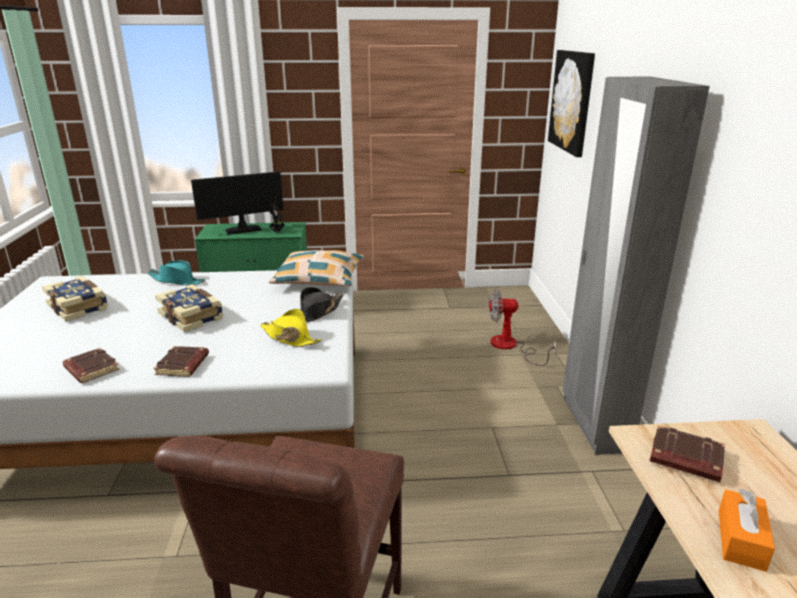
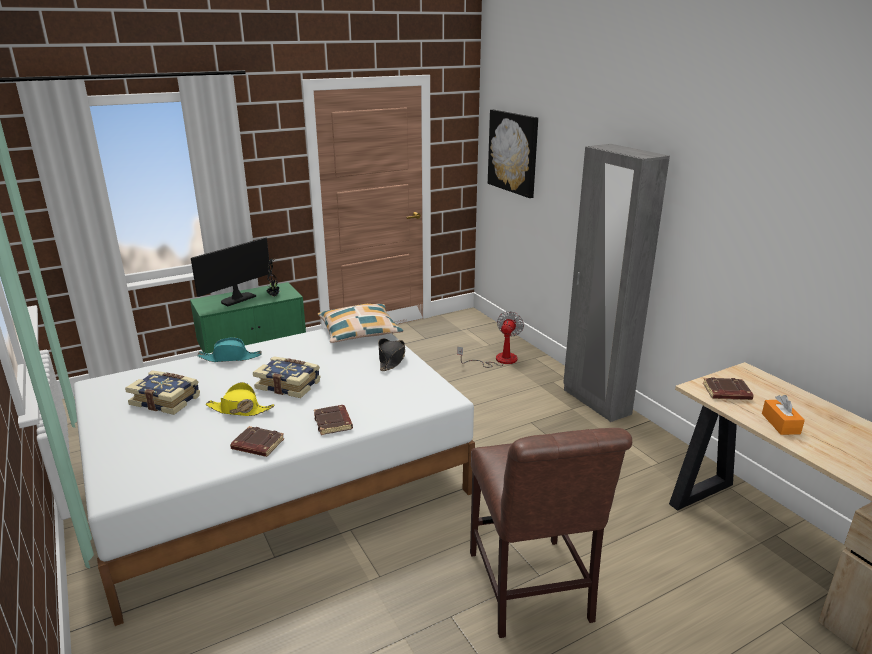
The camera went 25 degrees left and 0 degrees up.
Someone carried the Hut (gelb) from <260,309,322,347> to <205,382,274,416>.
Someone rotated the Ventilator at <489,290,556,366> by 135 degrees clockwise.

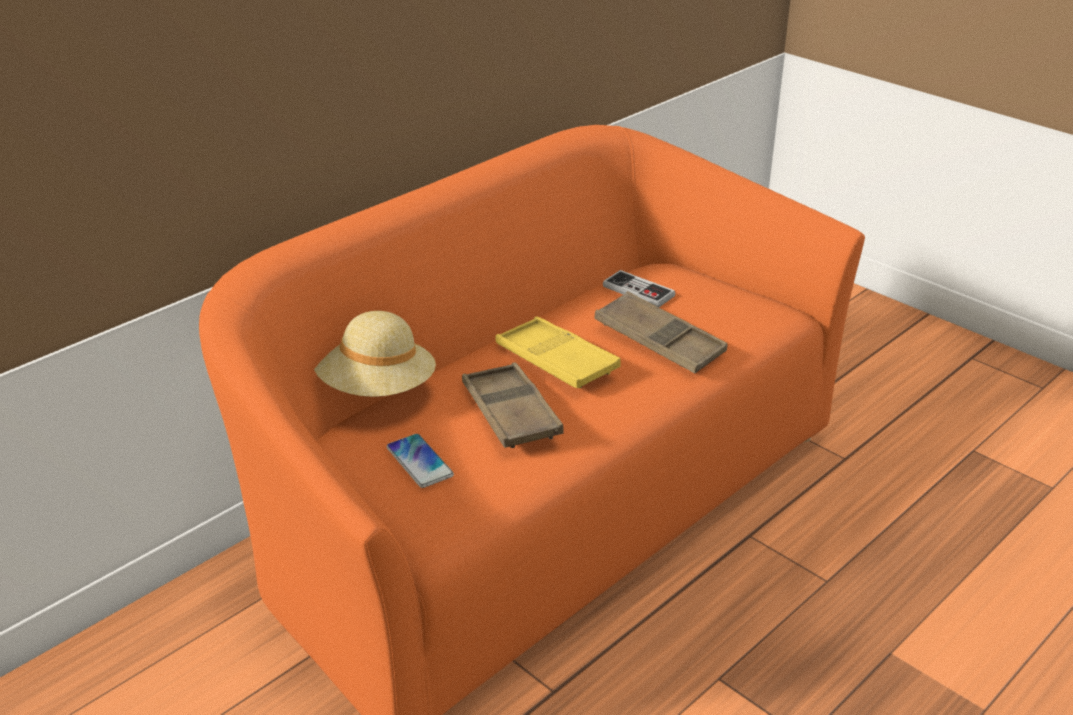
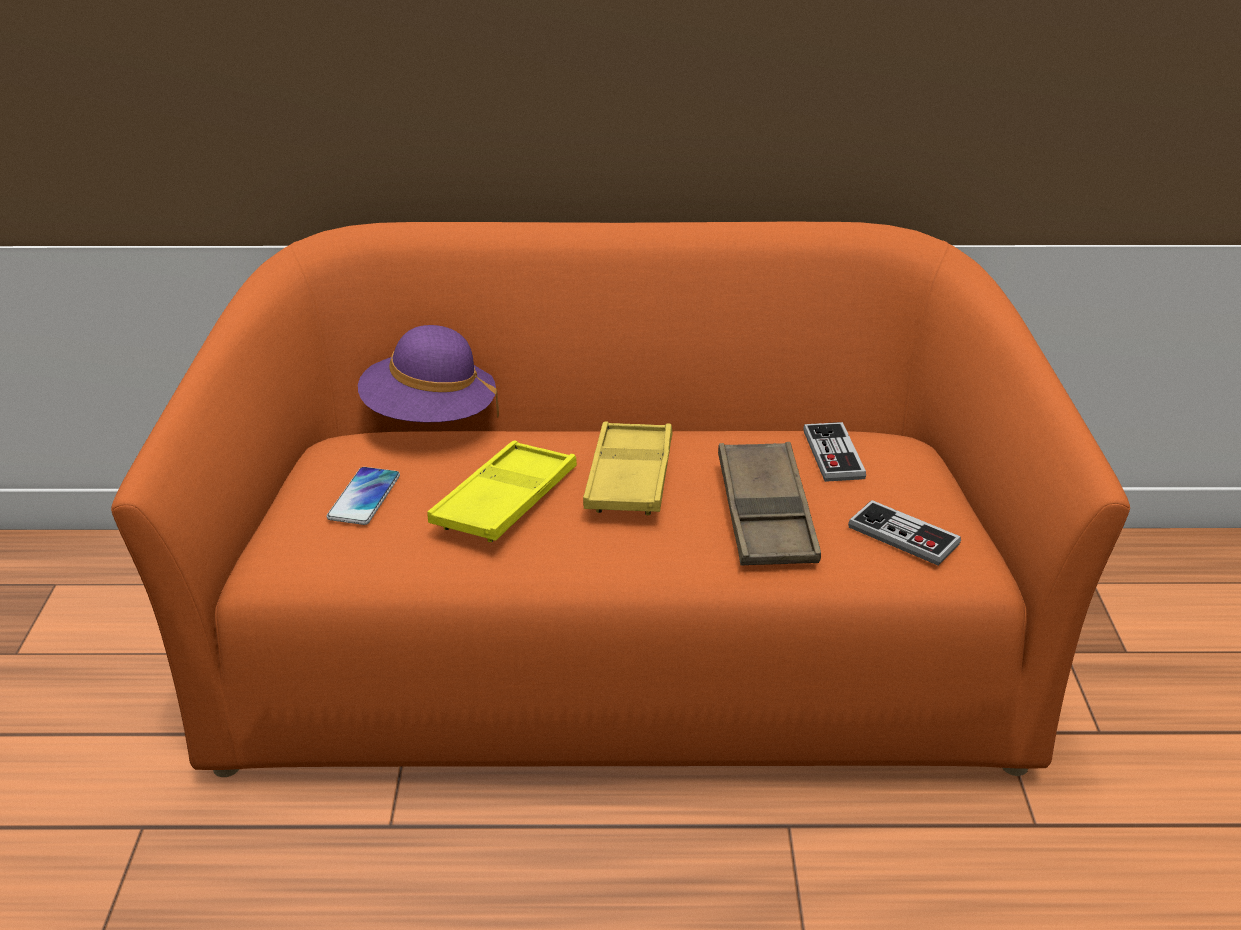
The camera went 45 degrees right and 0 degrees up.
Someone repainted the Hut (beige) at <314,311,436,397>, which became the Hut (lila) at <358,325,499,422>.
Someone repainted the Tablett (braun) at <462,362,563,448>, which became the Tablett (gelb) at <427,440,577,542>.
Someone put down the Gamepad at <848,500,961,566>.

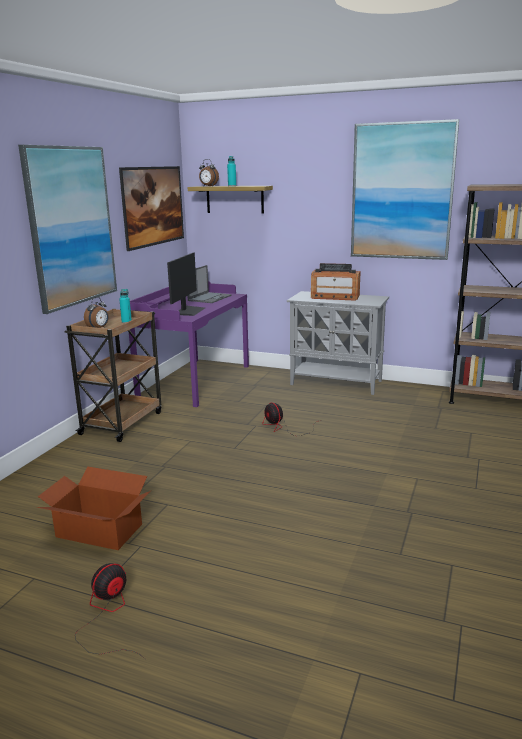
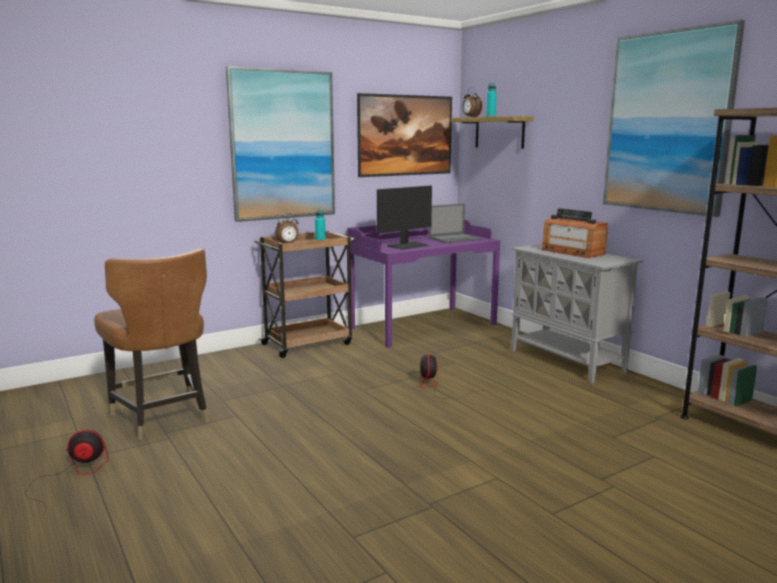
The camera went 35 degrees right and 5 degrees down.
Someone swapped the Karton at <37,466,151,550> for the Stuhl (braun) at <94,248,209,440>.

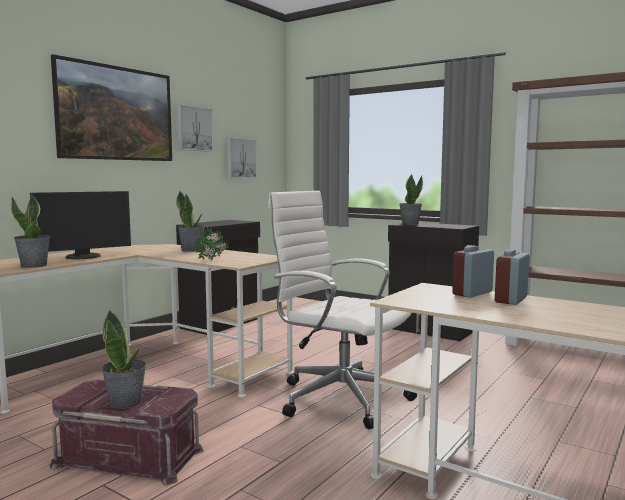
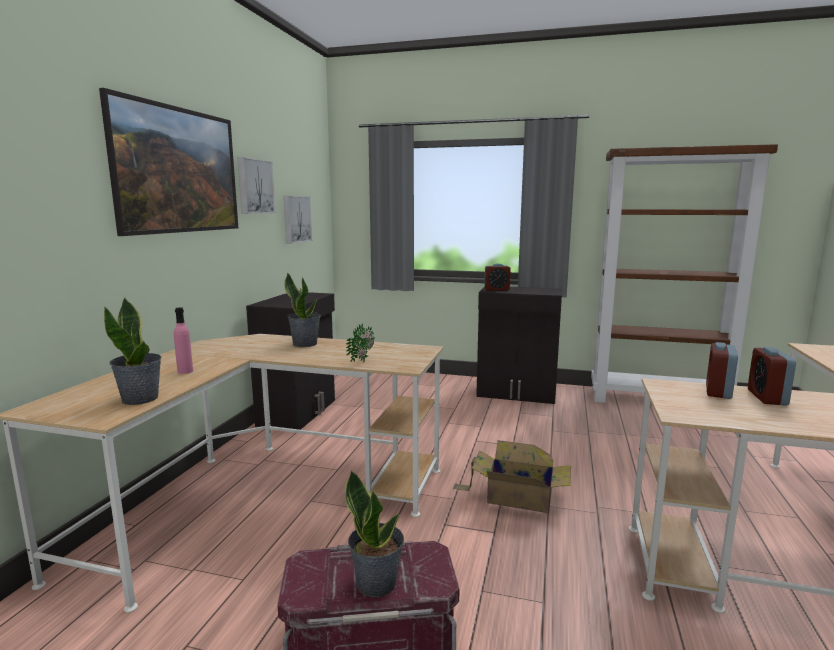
The camera went 20 degrees left and 5 degrees up.
Someone swapped the Monitor at <30,191,131,259> for the Flasche (rosa) at <174,307,193,374>.
Someone swapped the Bürostuhl (weiß) at <268,191,417,429> for the Karton at <453,440,571,513>.
Someone swapped the Topfpflanze at <400,174,423,225> for the Wecker at <484,263,511,291>.

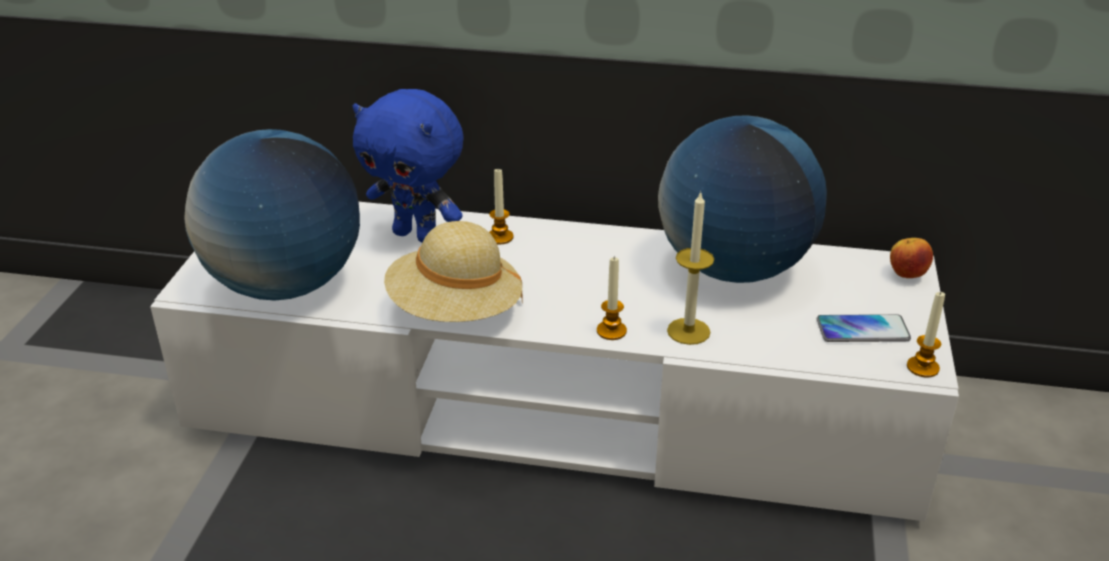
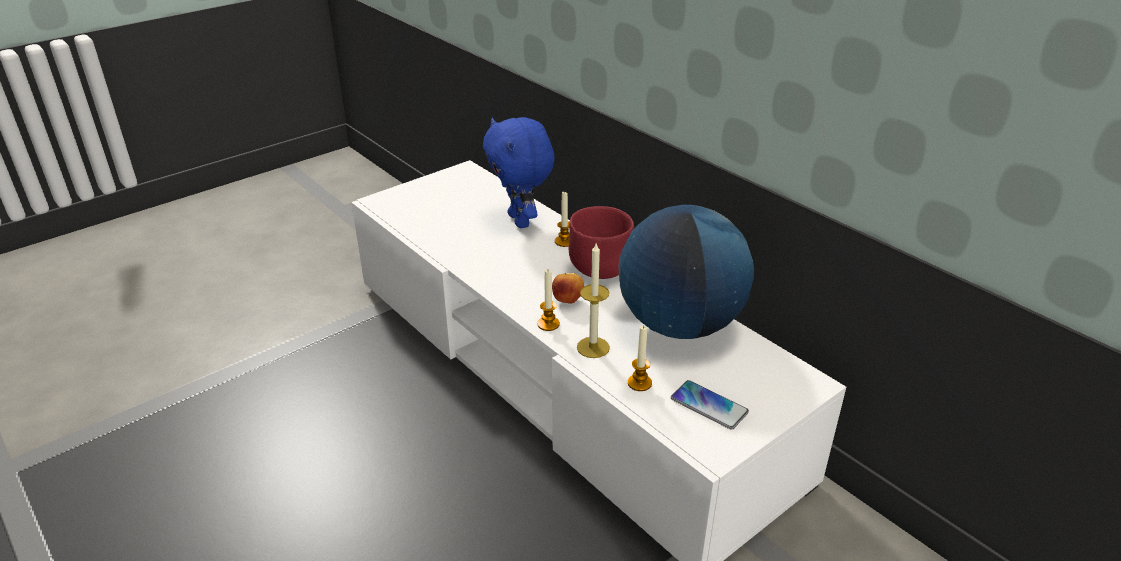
The camera went 40 degrees right and 0 degrees up.
Someone carried the Apfel from <890,238,933,278> to <552,273,584,304>.
Someone put down the Schüssel (rot) at <569,206,634,279>.
Someone carried the Kerze from <907,292,945,378> to <628,325,652,391>.
Someone took away the Globus at <184,129,360,301>.
Someone took away the Hut (beige) at <384,221,523,322>.

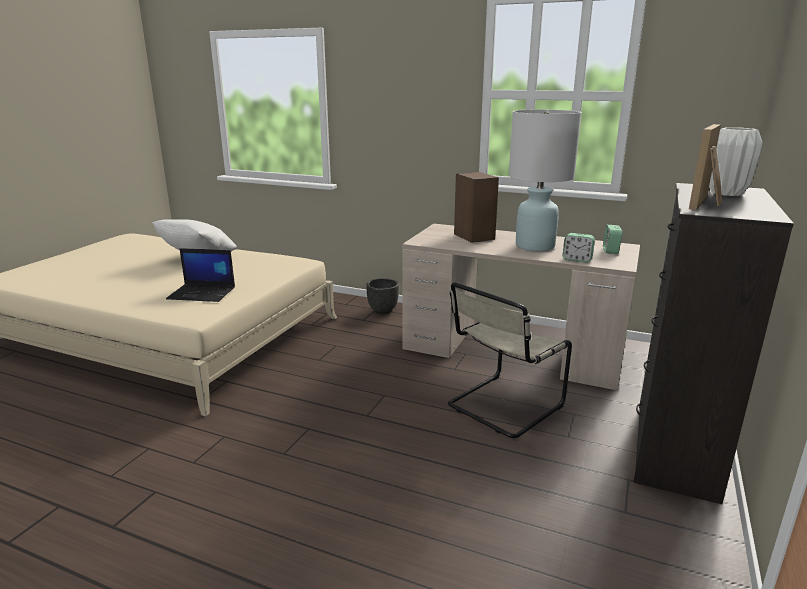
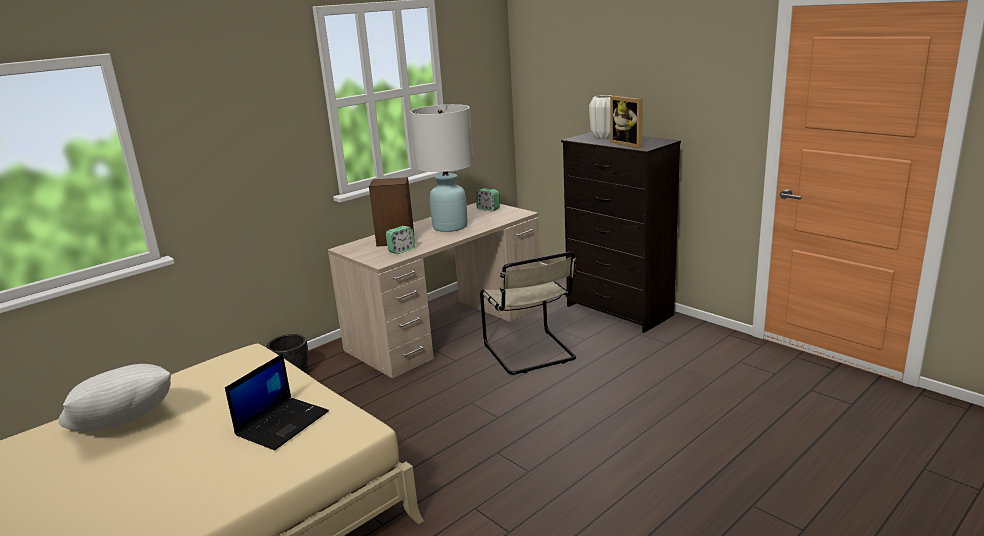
The camera went 65 degrees left and 0 degrees up.
Someone carried the Wecker from <563,233,595,262> to <386,226,415,254>.

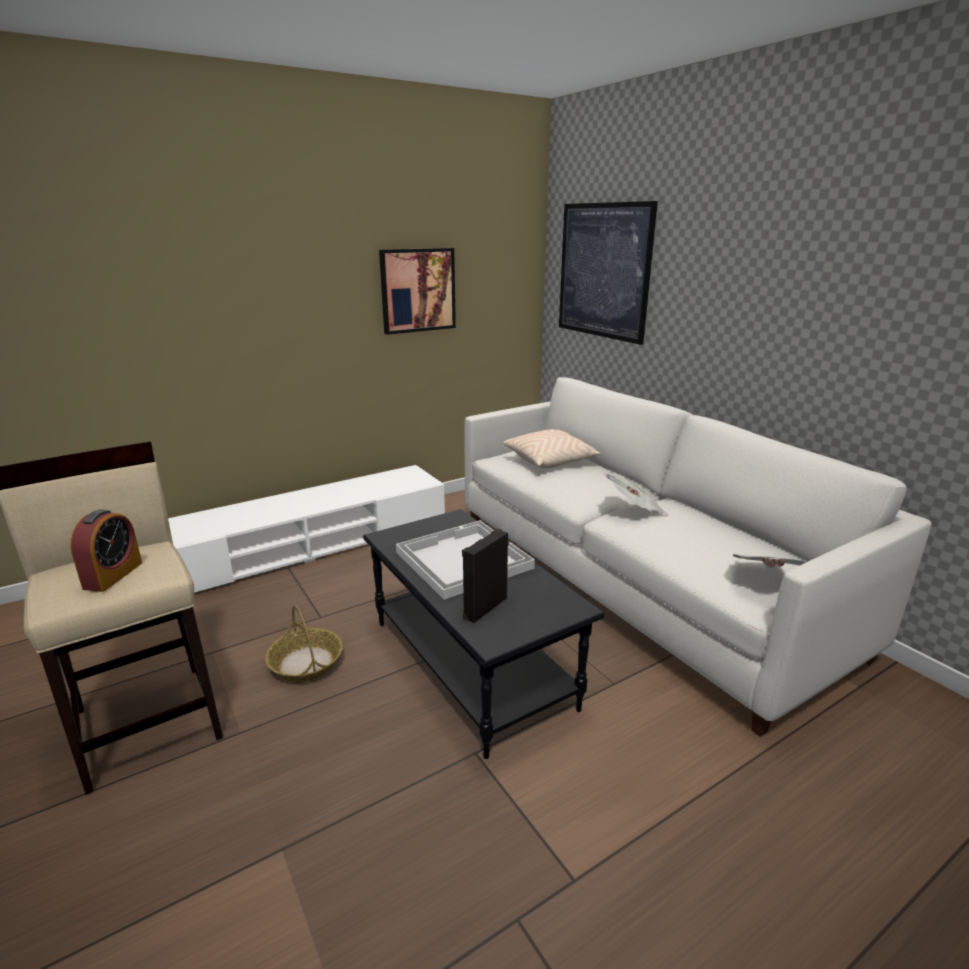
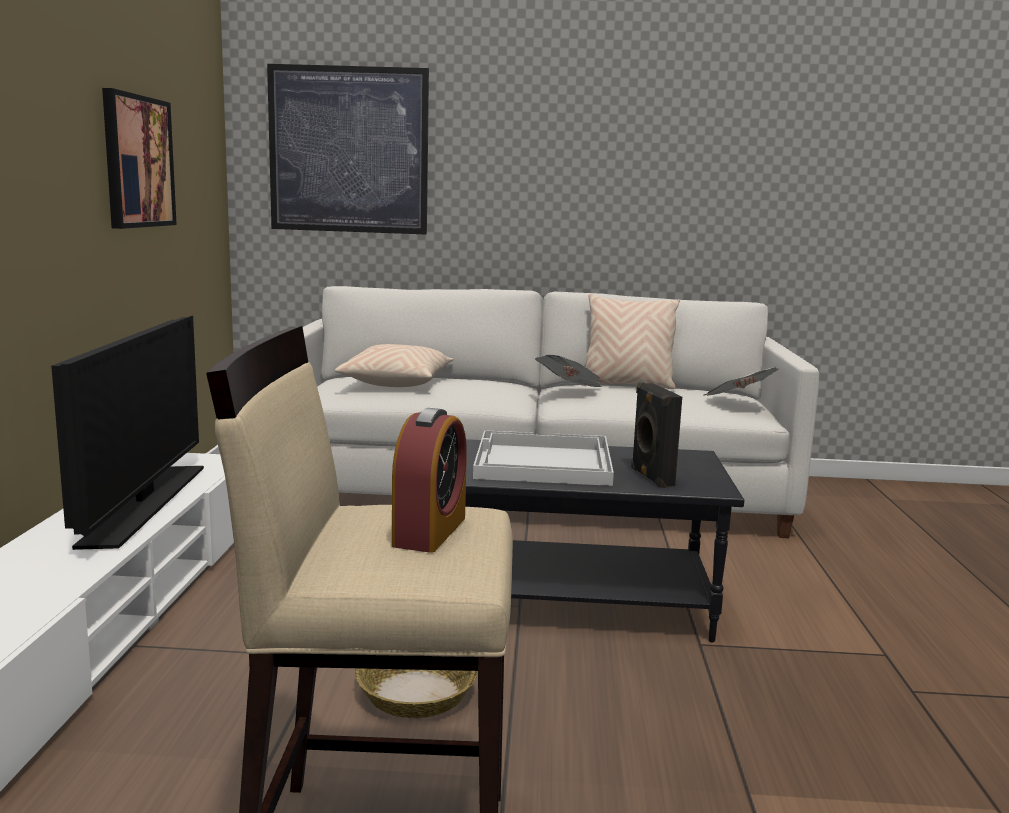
The camera went 55 degrees left and 10 degrees down.
Someone put down the Fernseher at <51,316,204,550>.
Someone rotated the Wecker at <70,510,142,592> by 60 degrees clockwise.
Someone put down the Kissen (beige) at <581,294,680,389>.

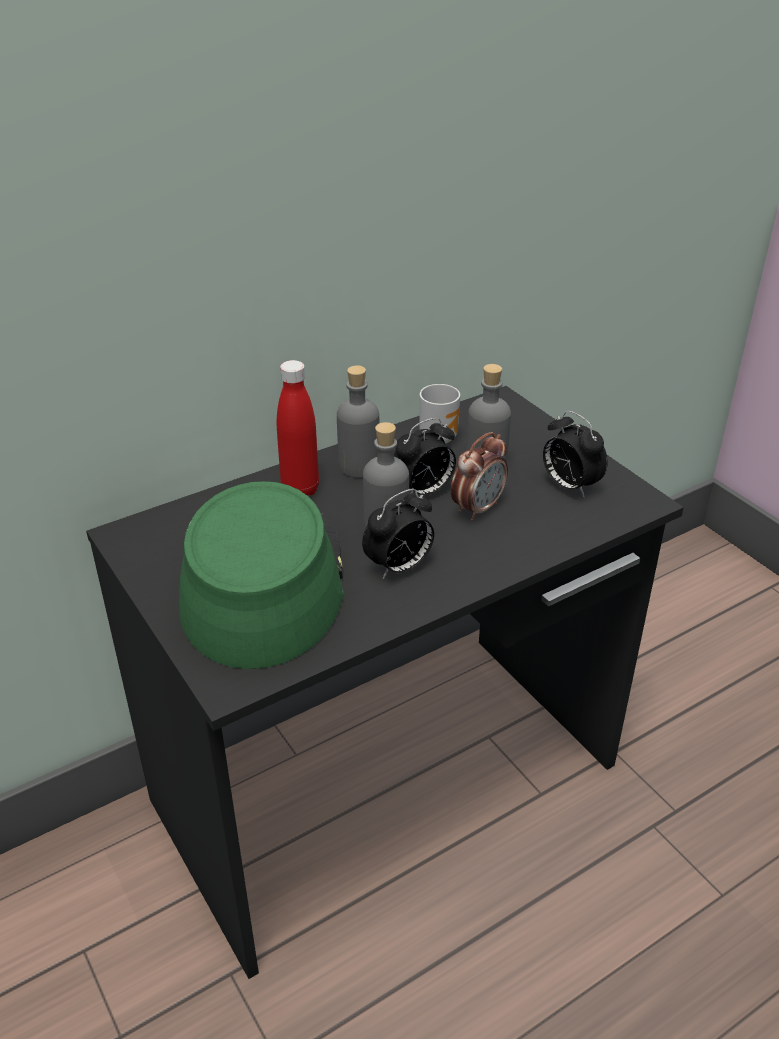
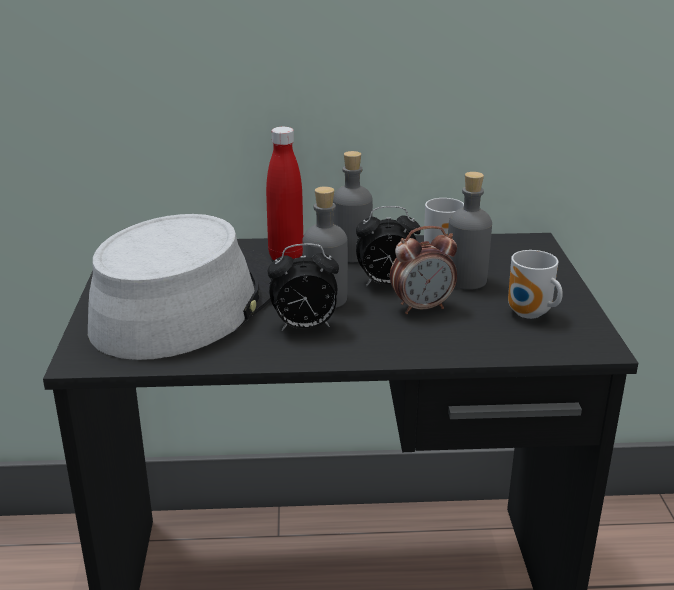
The camera went 30 degrees right and 10 degrees down.
Someone repainted the Hut (grün) at <179,481,344,669>, which became the Hut (grau) at <88,214,272,360>.
Someone swapped the Wecker at <543,410,608,498> for the Henkelbecher at <508,250,563,319>.

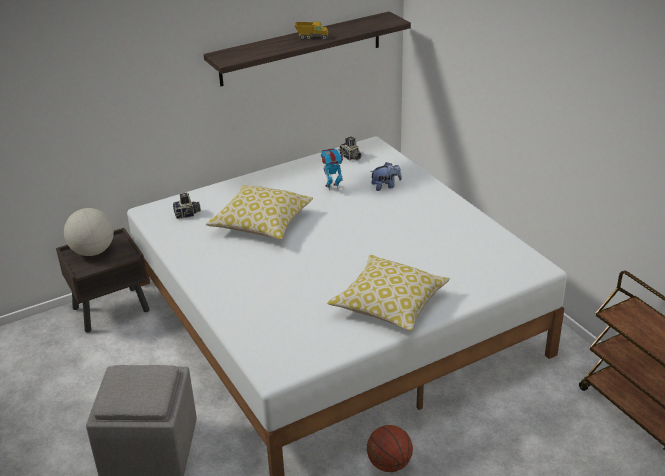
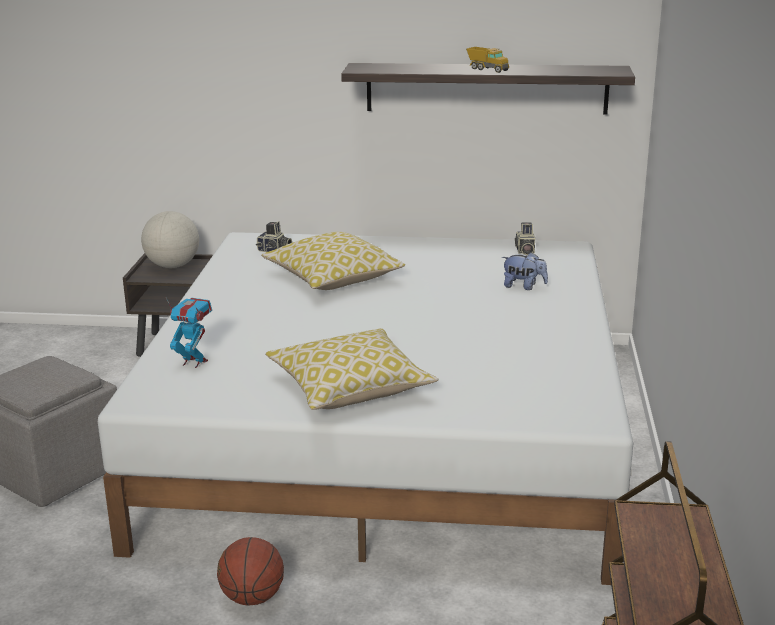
The camera went 35 degrees right and 10 degrees down.
Someone carried the Spielzeugroboter from <321,148,343,190> to <166,298,212,368>.

